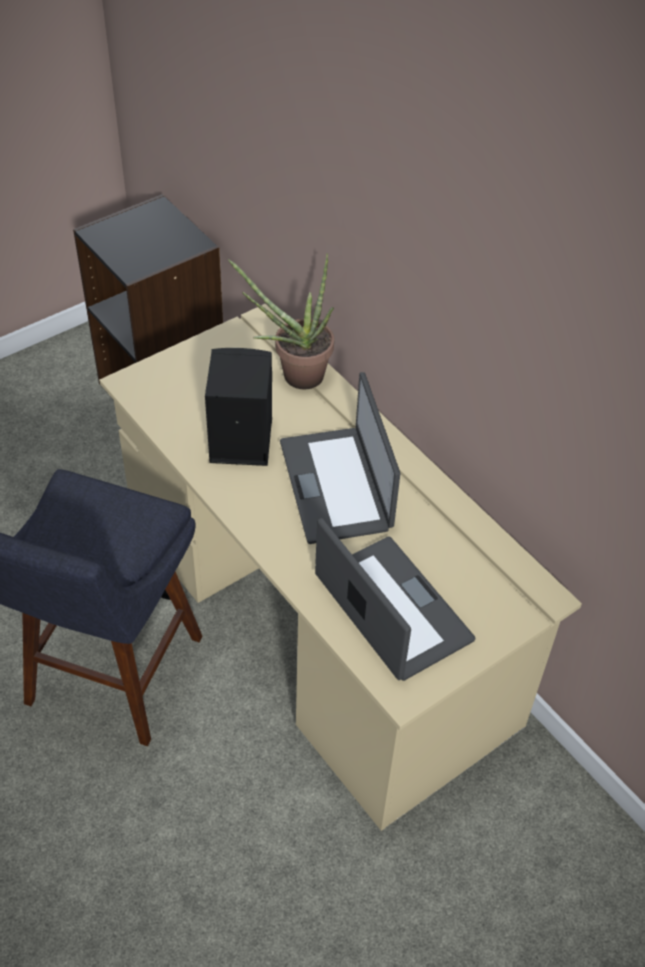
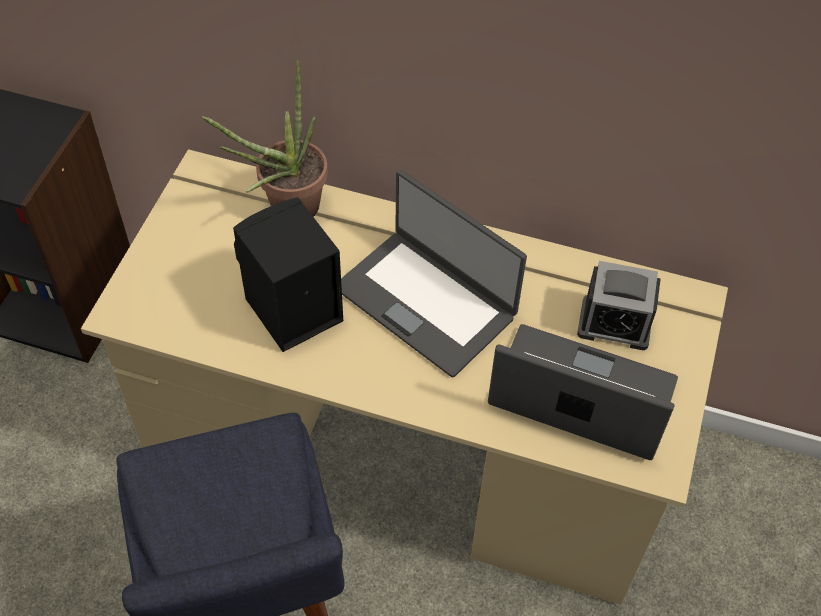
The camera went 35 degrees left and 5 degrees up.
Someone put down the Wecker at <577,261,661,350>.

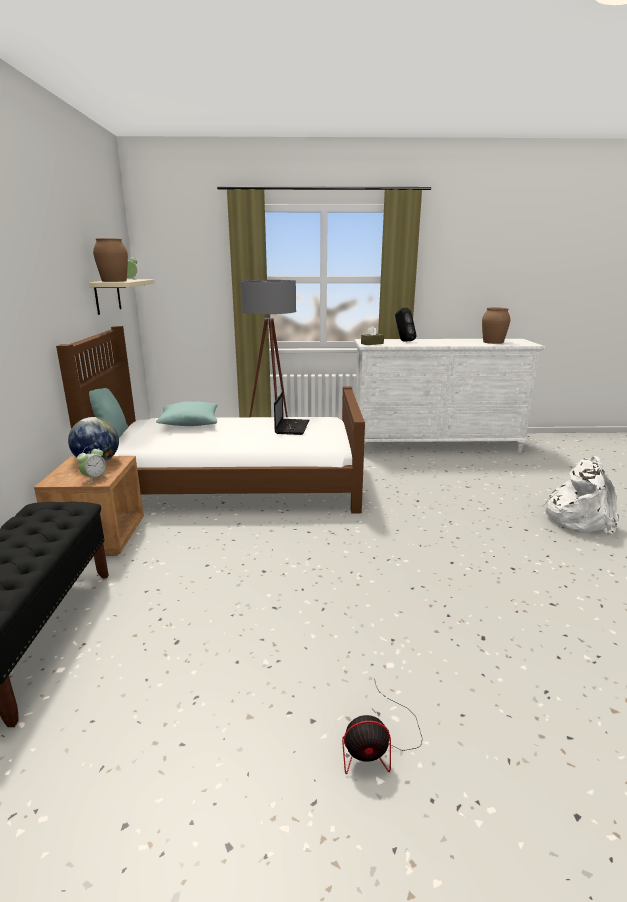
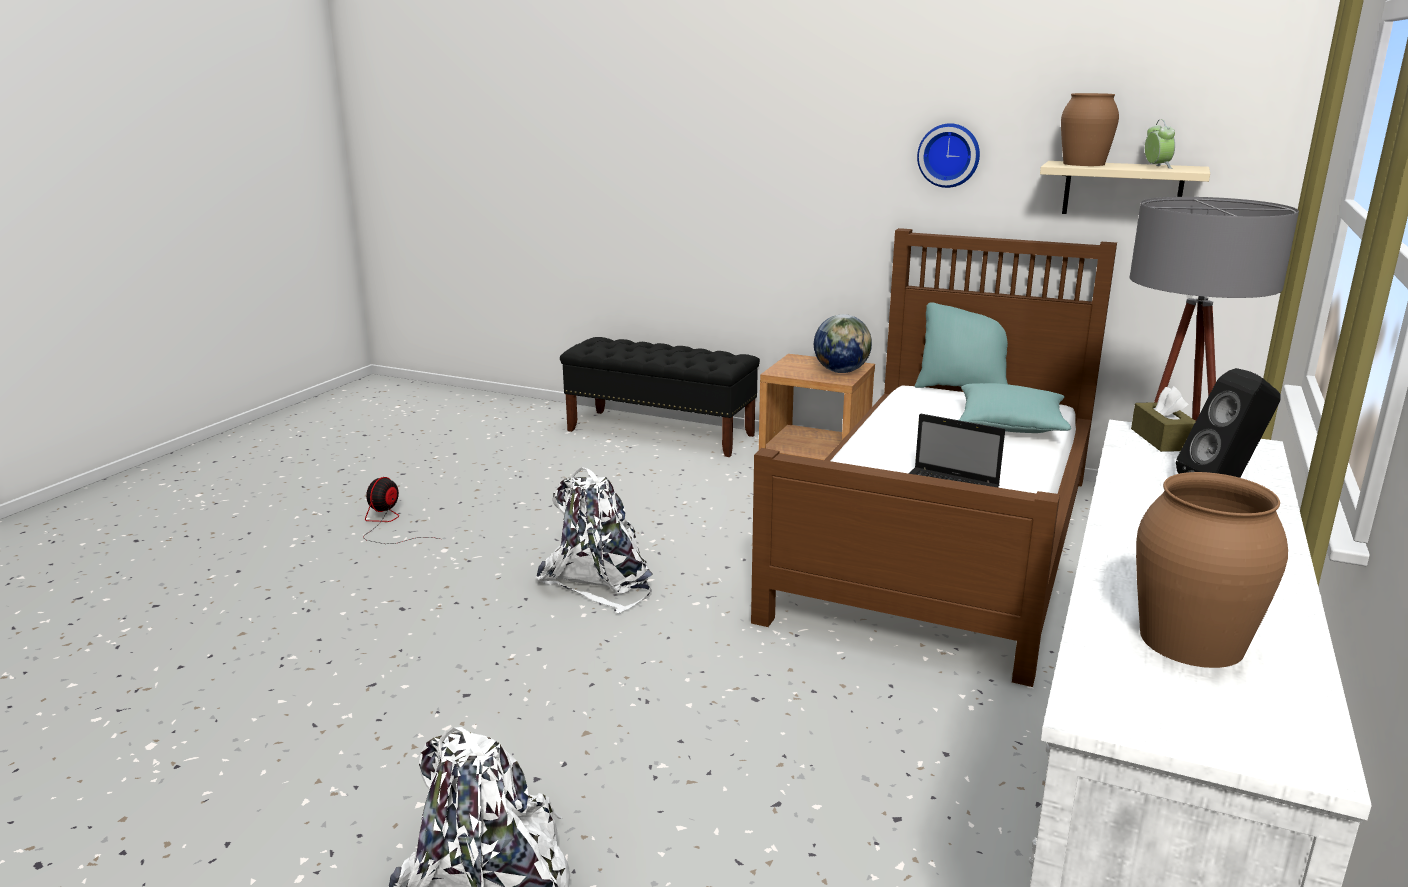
The camera went 115 degrees right and 0 degrees up.
Someone put down the Rucksack (weiß) at <536,467,653,614>.
Someone put up the Wanduhr at <917,123,980,188>.
Someone took away the Wecker at <77,446,107,484>.

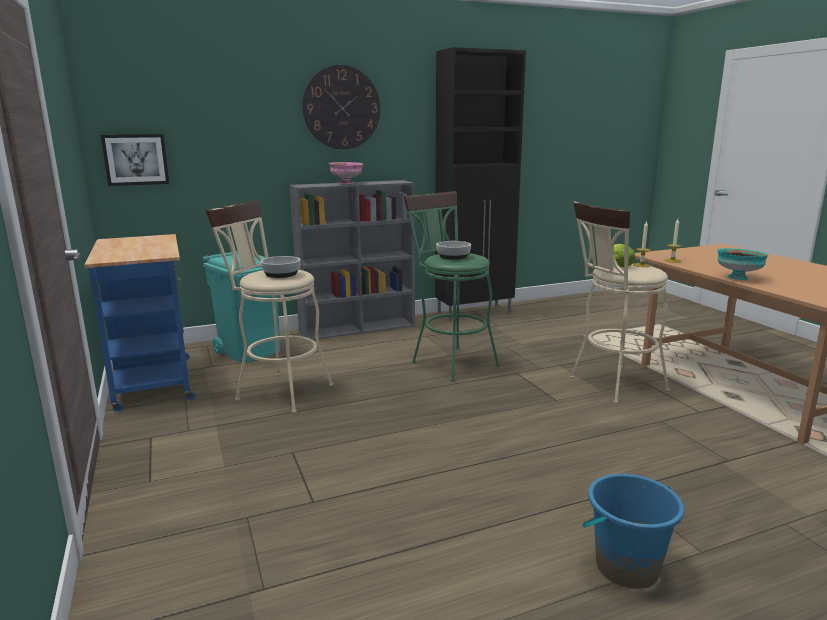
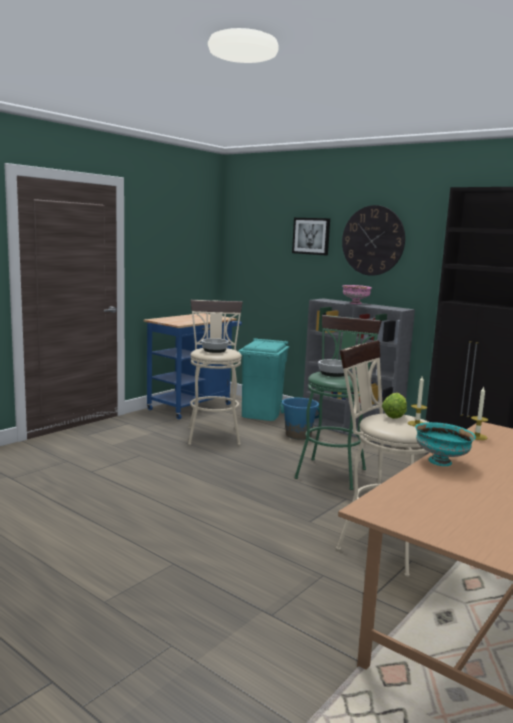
The camera went 60 degrees right and 5 degrees down.
Someone carried the Eimer (blau) from <582,474,684,589> to <281,398,319,440>.
Someone carried the Bild from <101,134,169,186> to <292,218,330,256>.

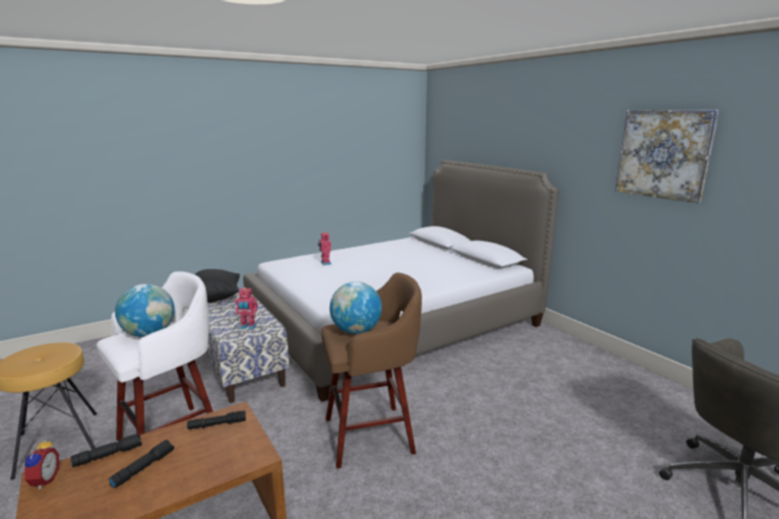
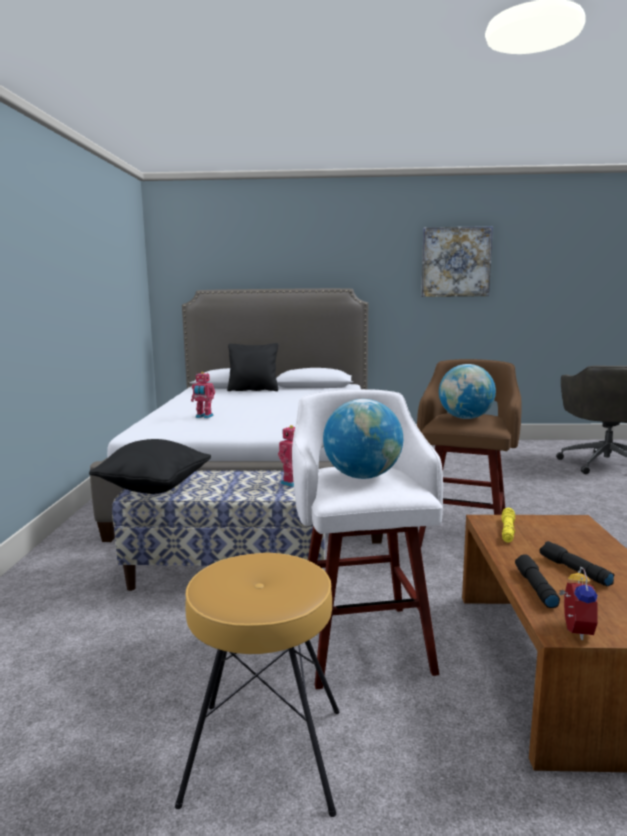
The camera went 55 degrees left and 5 degrees down.
Someone put down the Kissen (schwarz) at <227,343,278,391>.
Someone repainted the Taschenlampe (schwarz) at <187,411,246,429>, which became the Taschenlampe (gelb) at <501,508,515,543>.
Someone rotated the Wecker at <21,438,59,490> by 75 degrees clockwise.

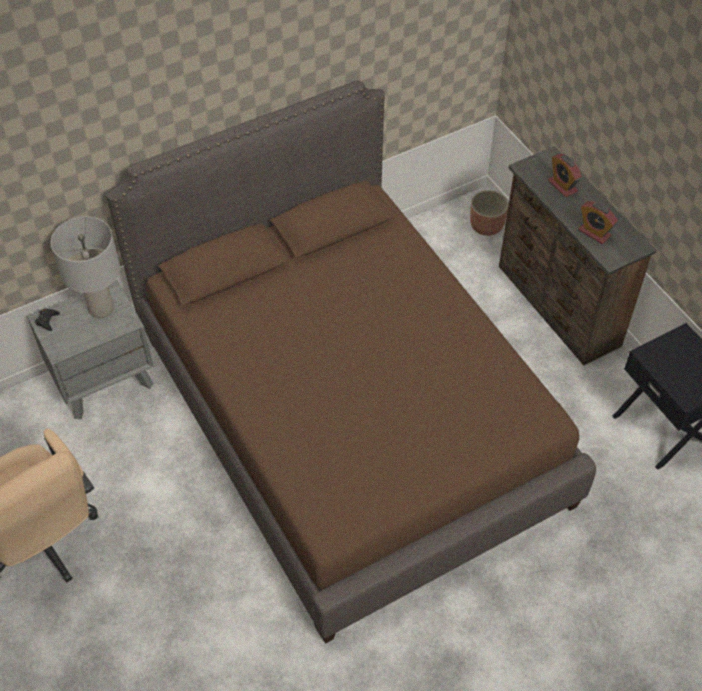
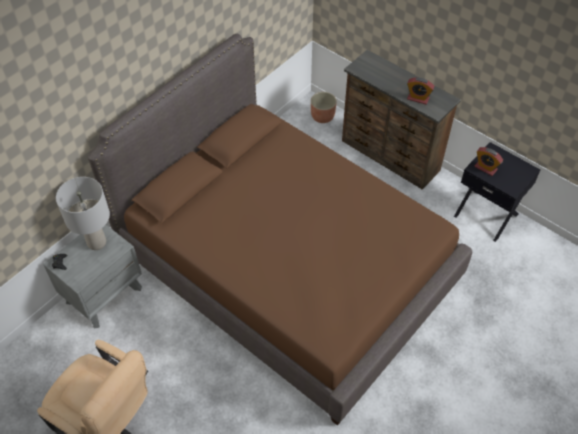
The camera went 20 degrees left and 0 degrees up.
Someone carried the Wecker from <548,154,582,197> to <475,147,503,176>.

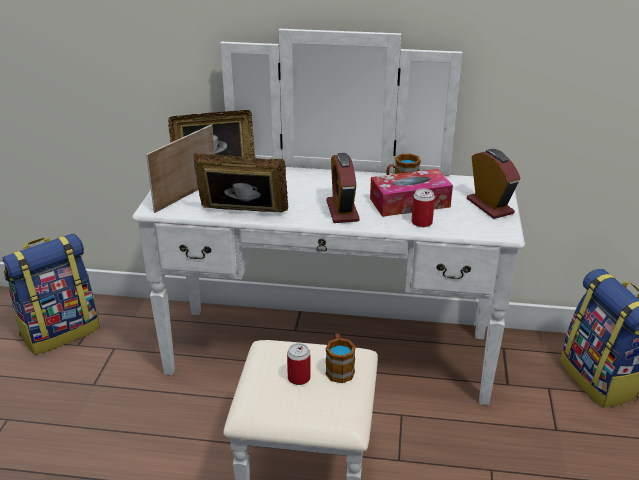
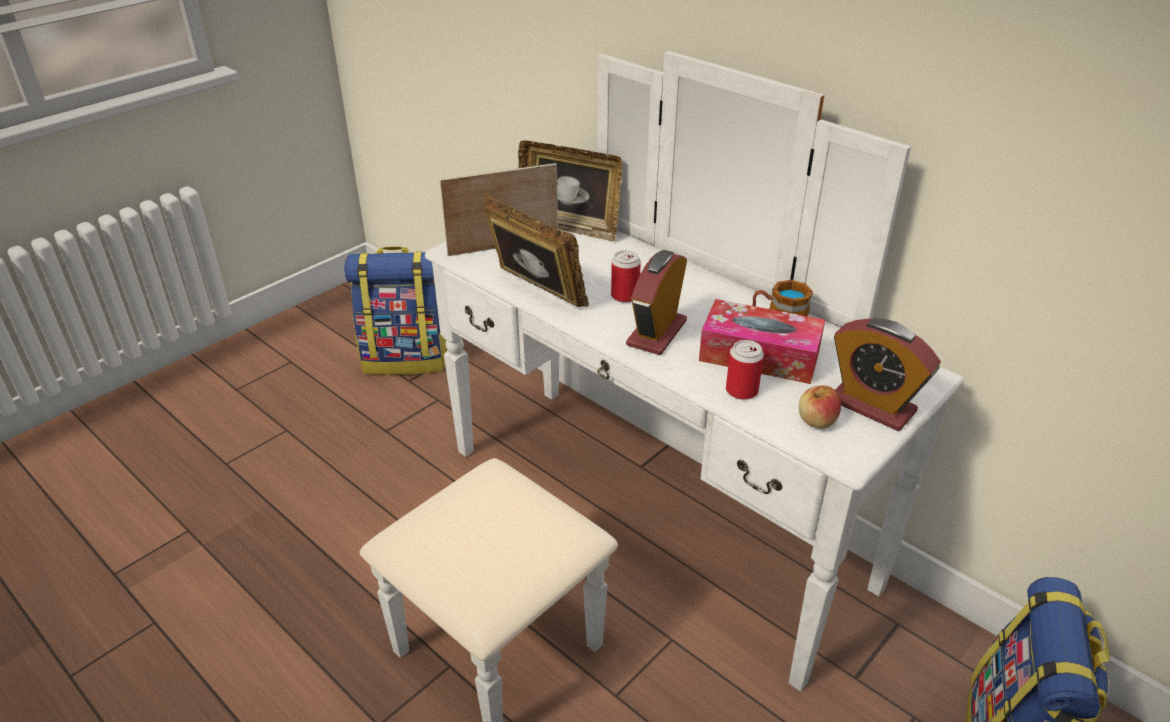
The camera went 35 degrees right and 5 degrees up.
Someone carried the Dose from <287,343,311,385> to <611,250,641,303>.
Someone put down the Apfel at <799,386,841,429>.
Someone rotated the Wecker at <467,149,520,219> by 120 degrees clockwise.
Someone took away the Henkelbecher at <326,333,356,383>.

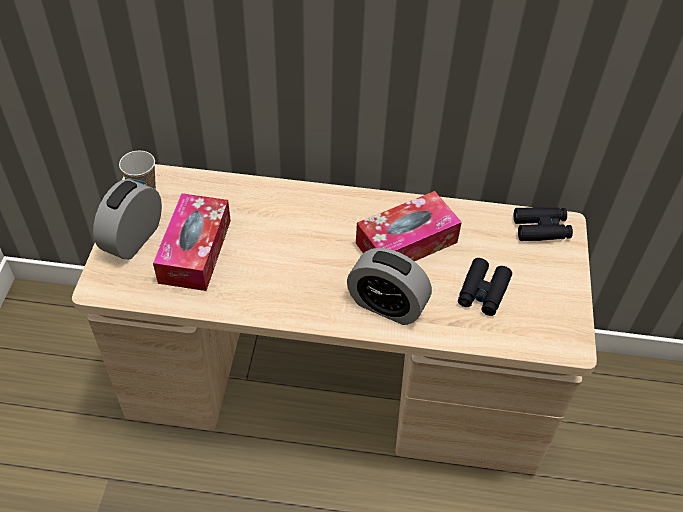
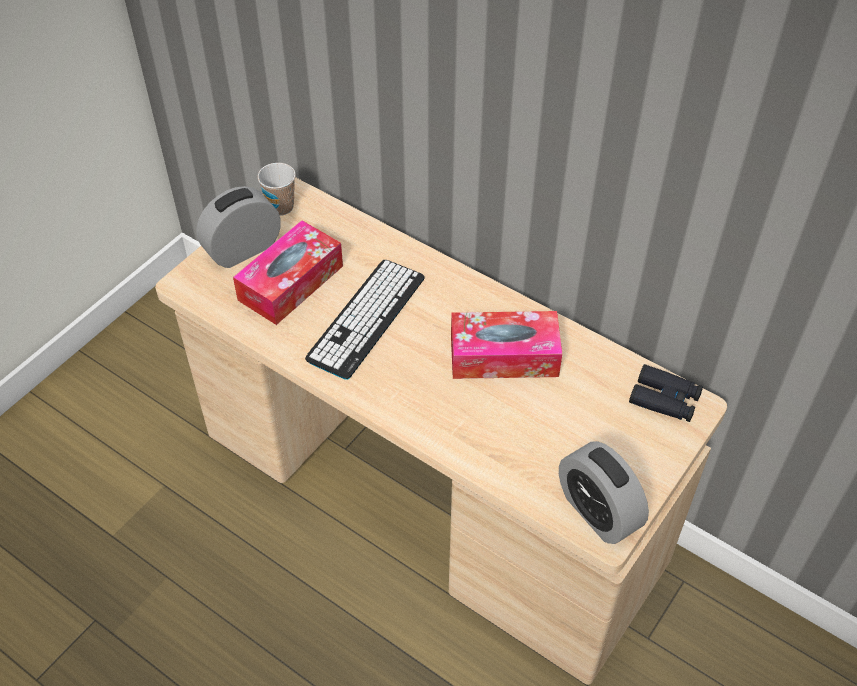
The camera went 30 degrees right and 0 degrees up.
Someone put down the Tastatur at <305,260,425,380>.
Someone carried the Wecker from <347,248,432,325> to <559,441,649,544>.
Someone took away the Fernglas (schwarz) at <458,258,512,316>.

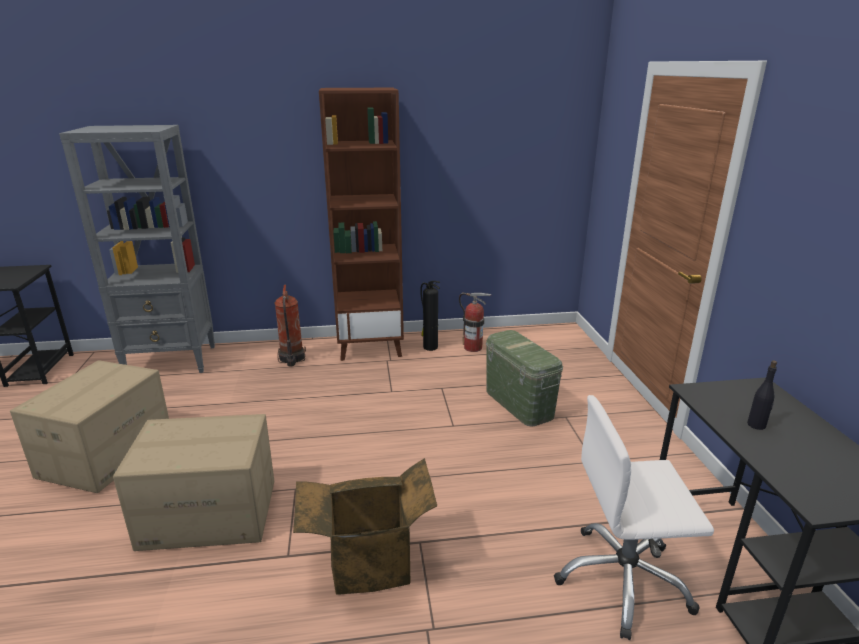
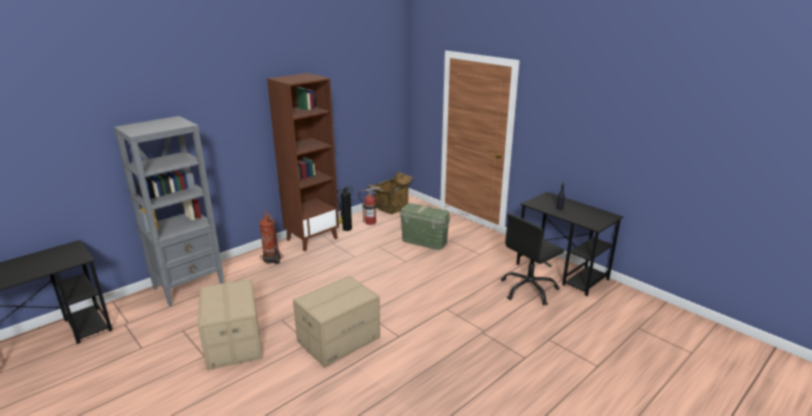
The camera went 35 degrees left and 0 degrees up.
Someone carried the Karton from <293,458,437,595> to <367,171,414,214>.
Someone repainted the Bürostuhl (weiß) at <554,395,714,640>, which became the Bürostuhl (schwarz) at <501,213,564,306>.

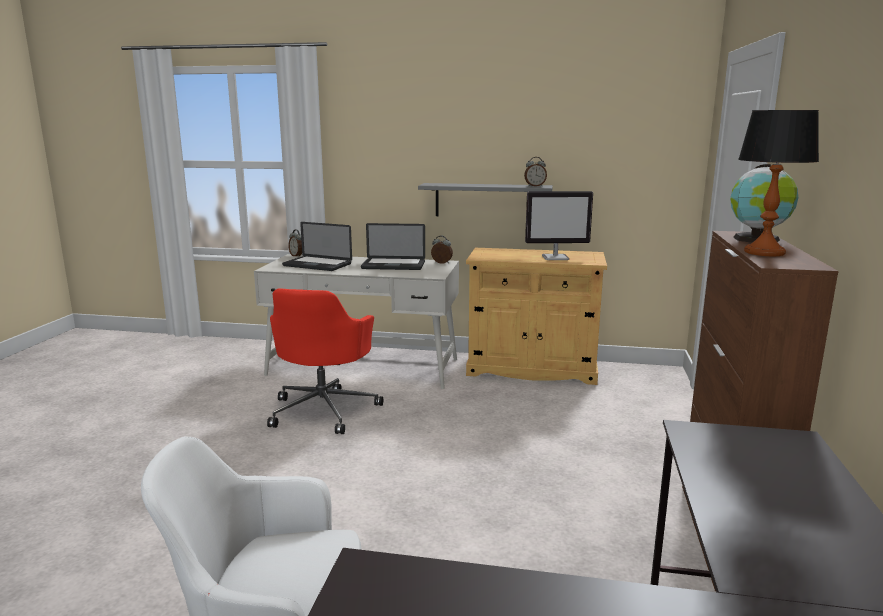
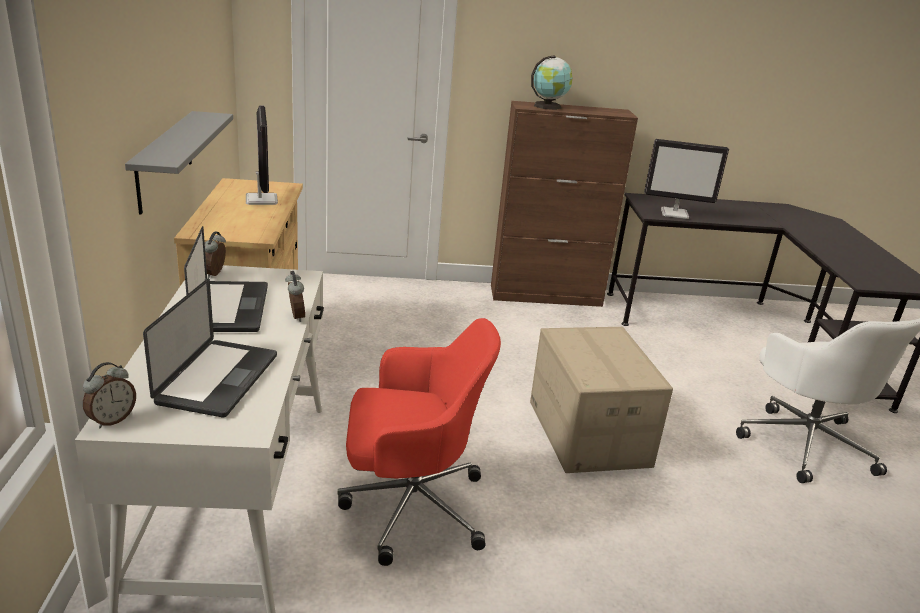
The camera went 105 degrees left and 10 degrees up.
Someone carried the Wecker from <524,157,547,186> to <285,271,305,322>.
Someone put down the Karton at <530,327,673,473>.
Someone put down the Monitor at <644,139,729,219>.
Someone took away the Tischlampe at <738,110,819,256>.

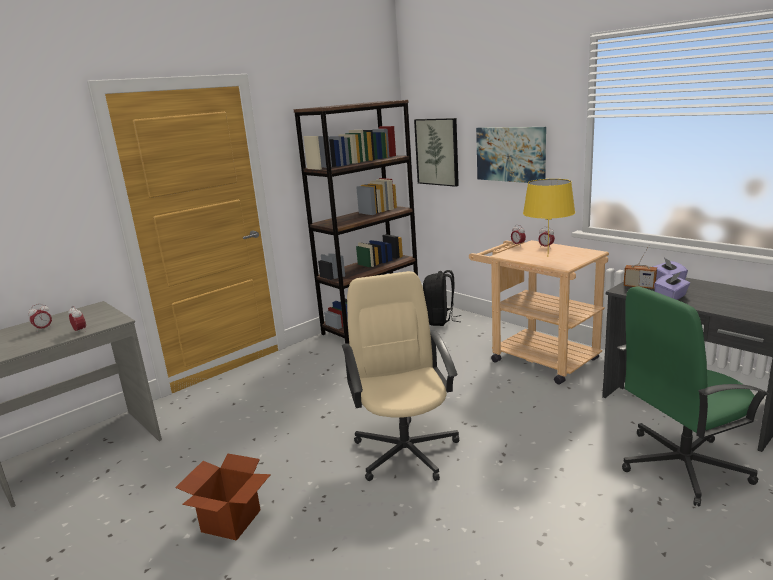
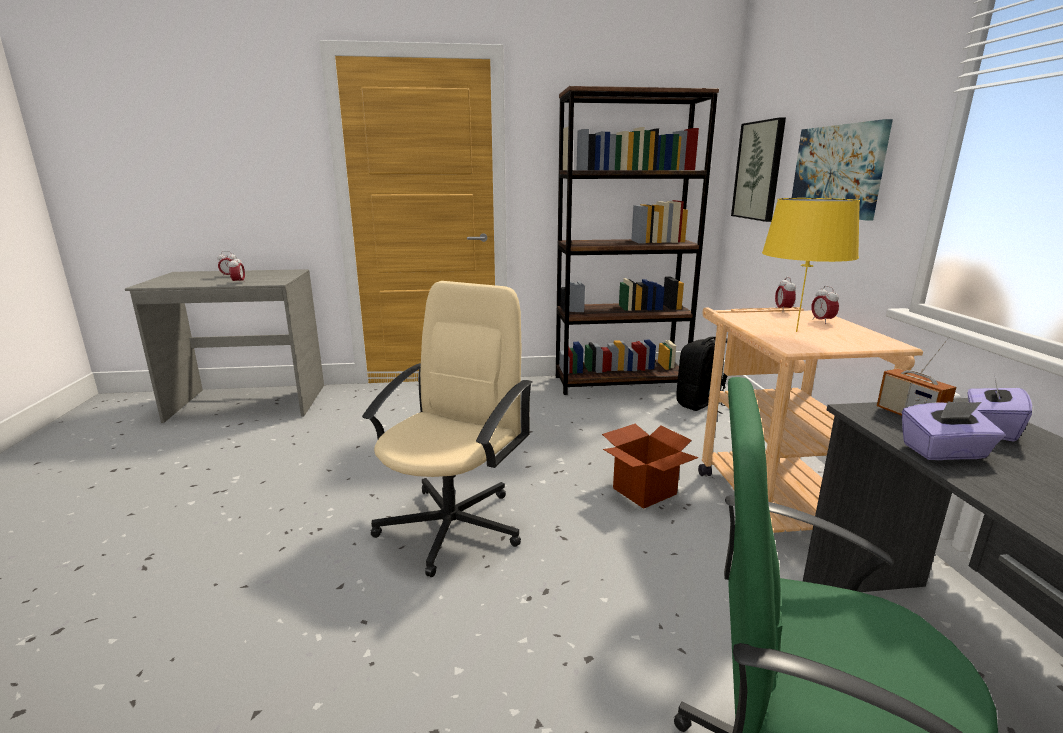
The camera went 35 degrees right and 0 degrees up.
Someone carried the Karton from <175,453,271,541> to <602,424,699,509>.

